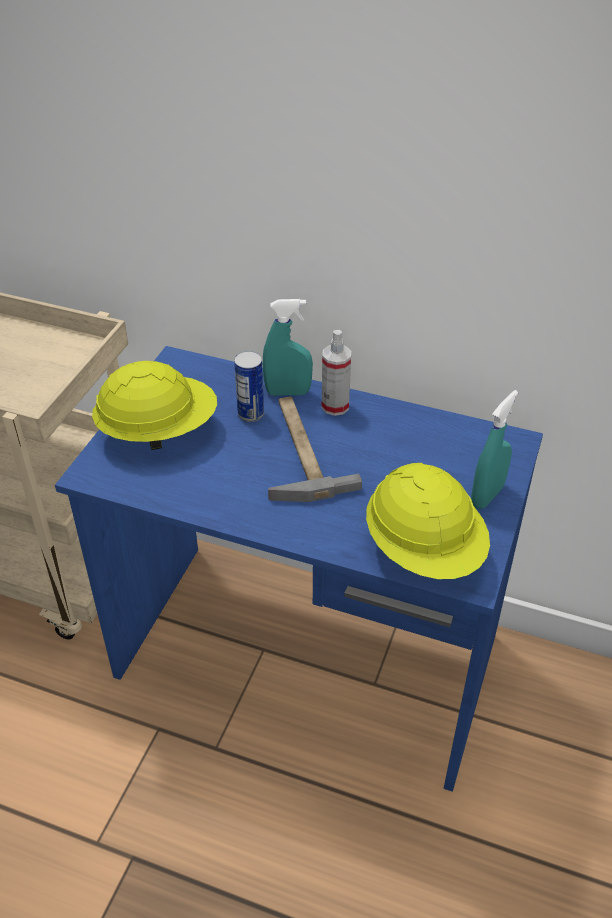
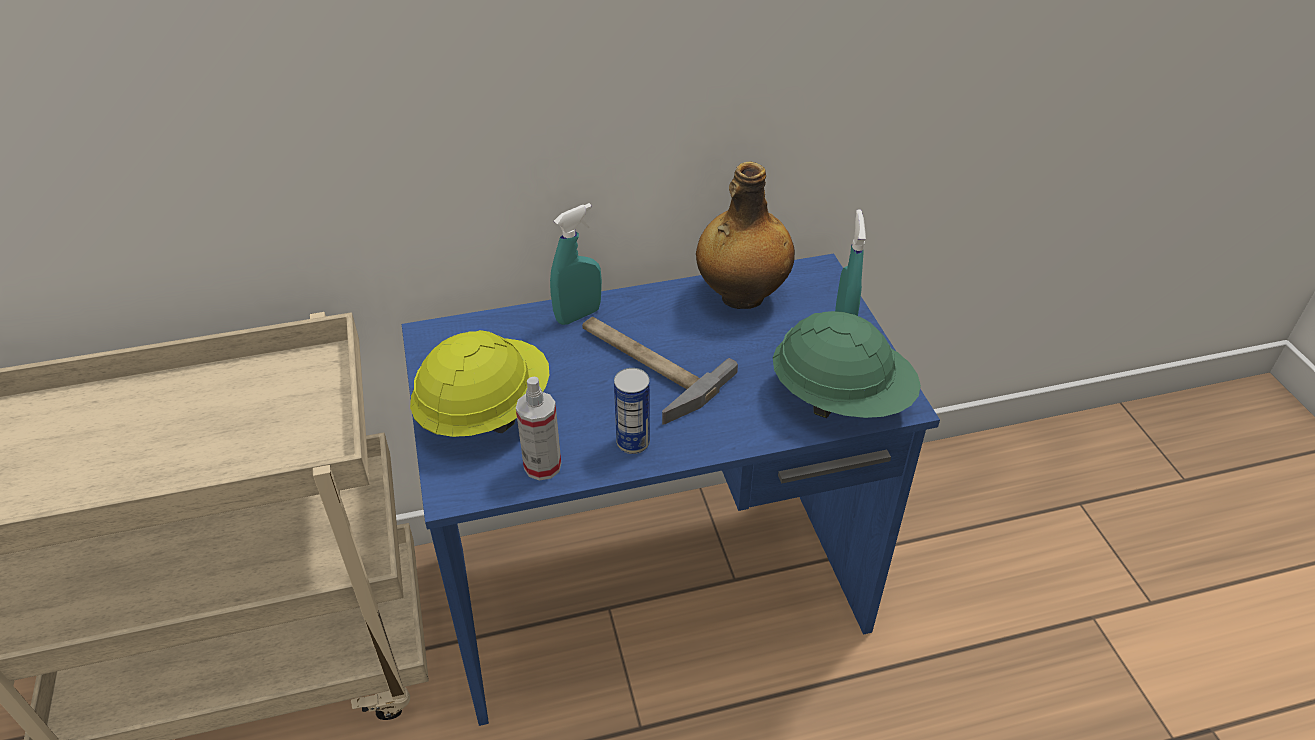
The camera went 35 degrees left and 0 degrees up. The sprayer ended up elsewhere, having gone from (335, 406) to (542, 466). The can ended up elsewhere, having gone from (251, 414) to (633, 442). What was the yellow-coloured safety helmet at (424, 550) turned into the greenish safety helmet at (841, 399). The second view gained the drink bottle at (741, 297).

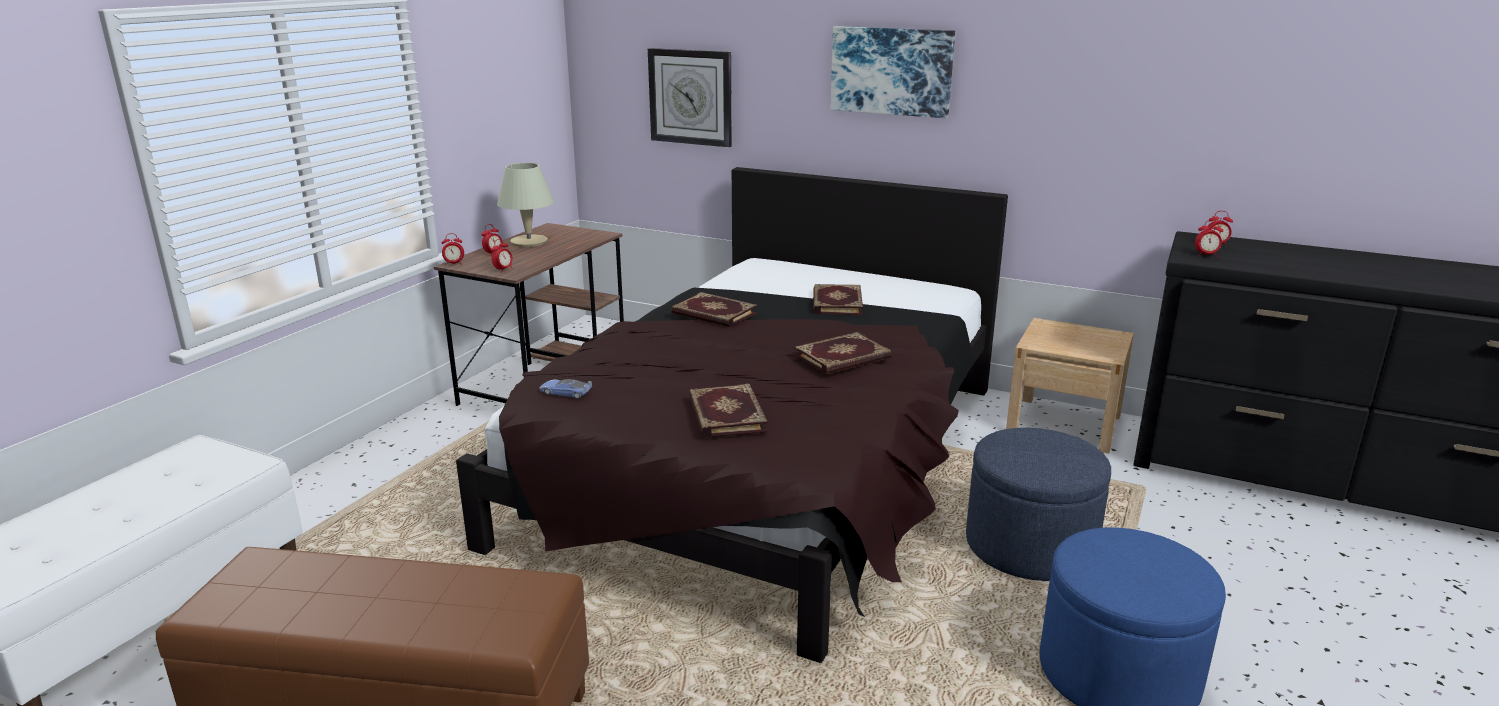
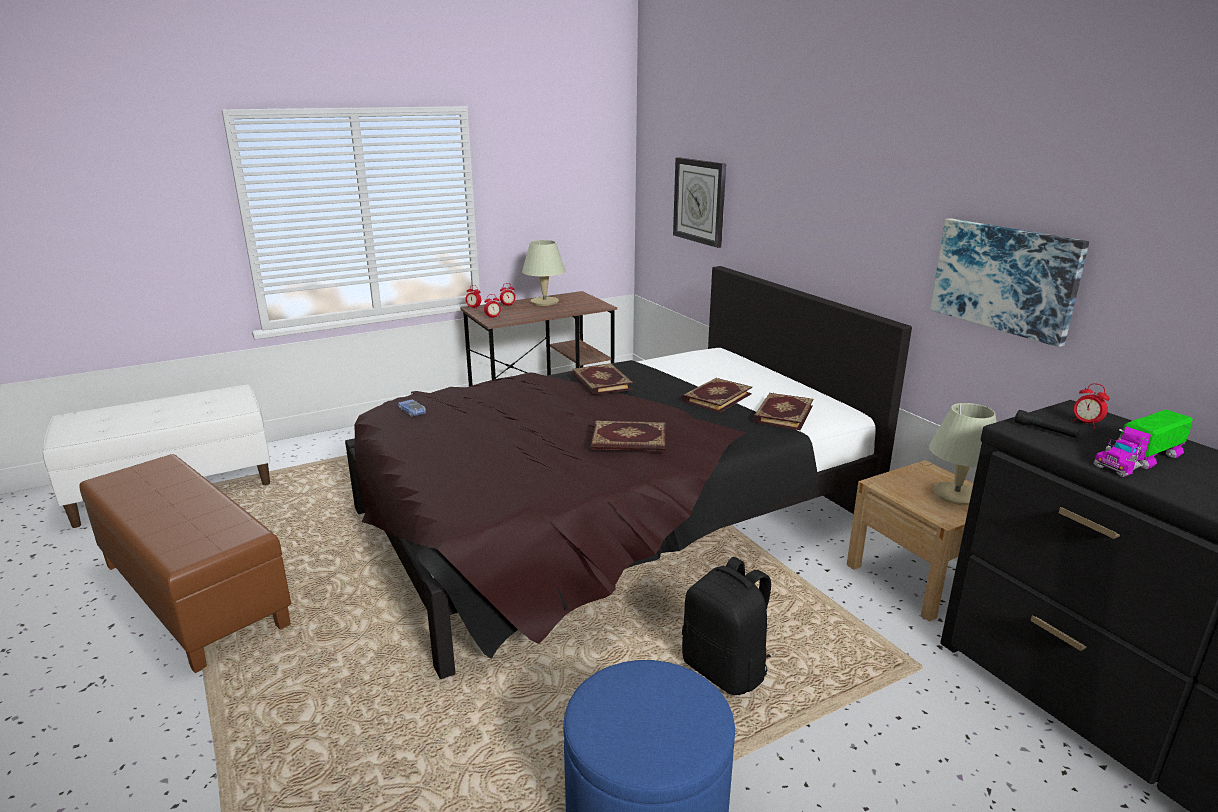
The camera went 35 degrees right and 0 degrees up. The picture ended up elsewhere, having gone from (891, 71) to (1005, 278). Where the alarm clock stood at (1206, 255), the blackish hand torch came to stand at (1045, 431). The volume ended up elsewhere, having gone from (725, 415) to (782, 414). Where the blue ottoman stood at (1030, 546), the blackish knapsack came to stand at (726, 670). The second view gained the beige lamp for a table at (955, 495). The second view gained the toy truck at (1139, 460).

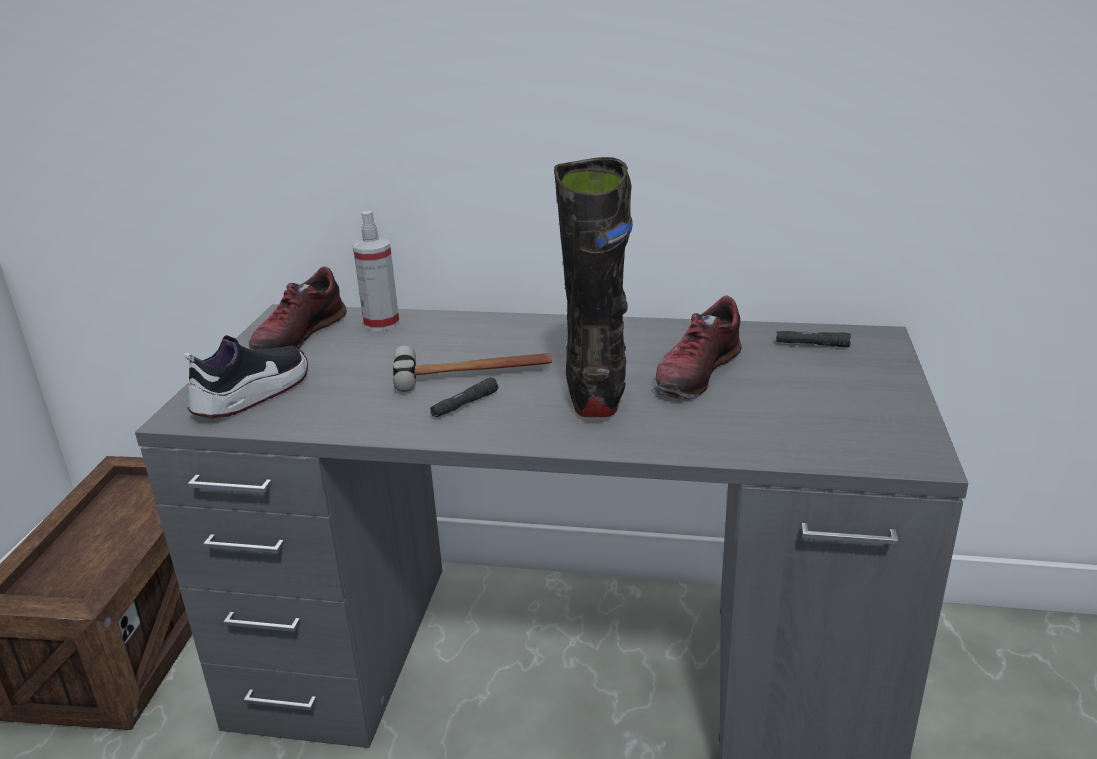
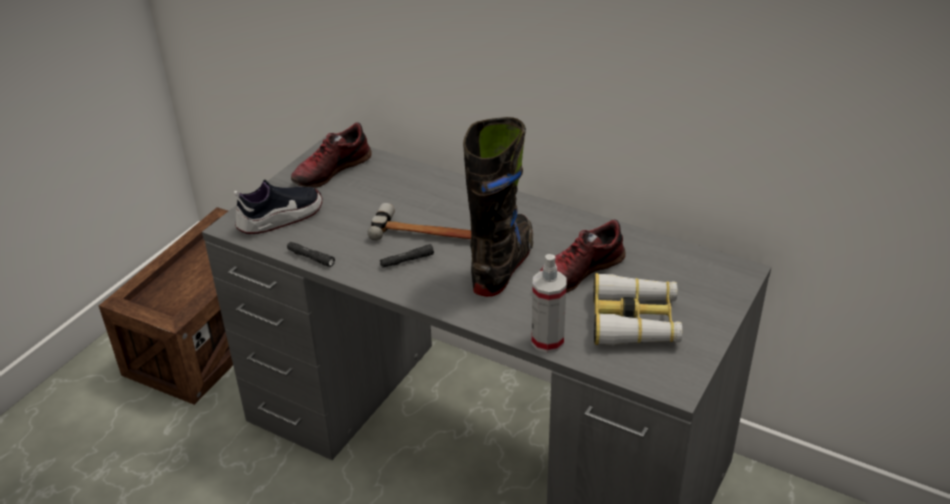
The camera went 20 degrees right and 10 degrees up. The sprayer ended up elsewhere, having gone from (381, 324) to (547, 341). The blackish hand torch ended up elsewhere, having gone from (812, 345) to (310, 258). The second view gained the binoculars at (634, 321).

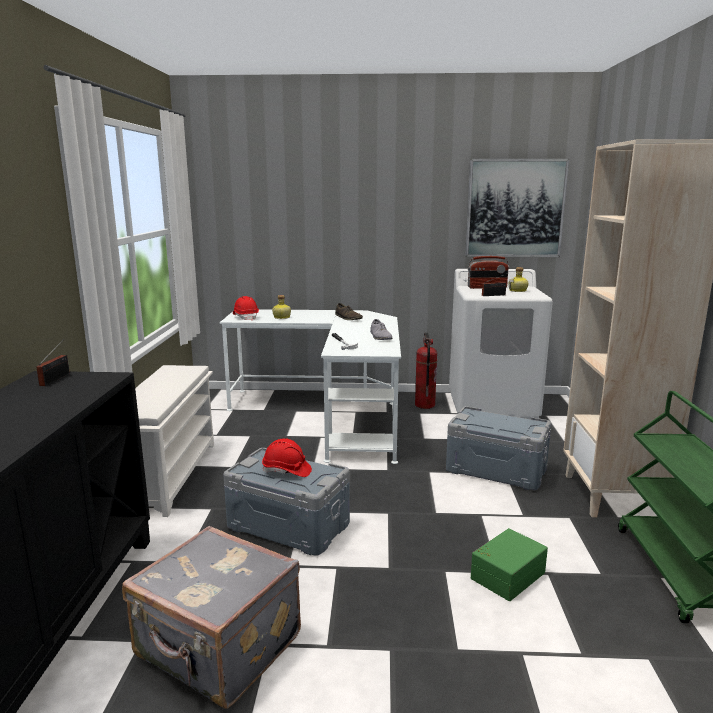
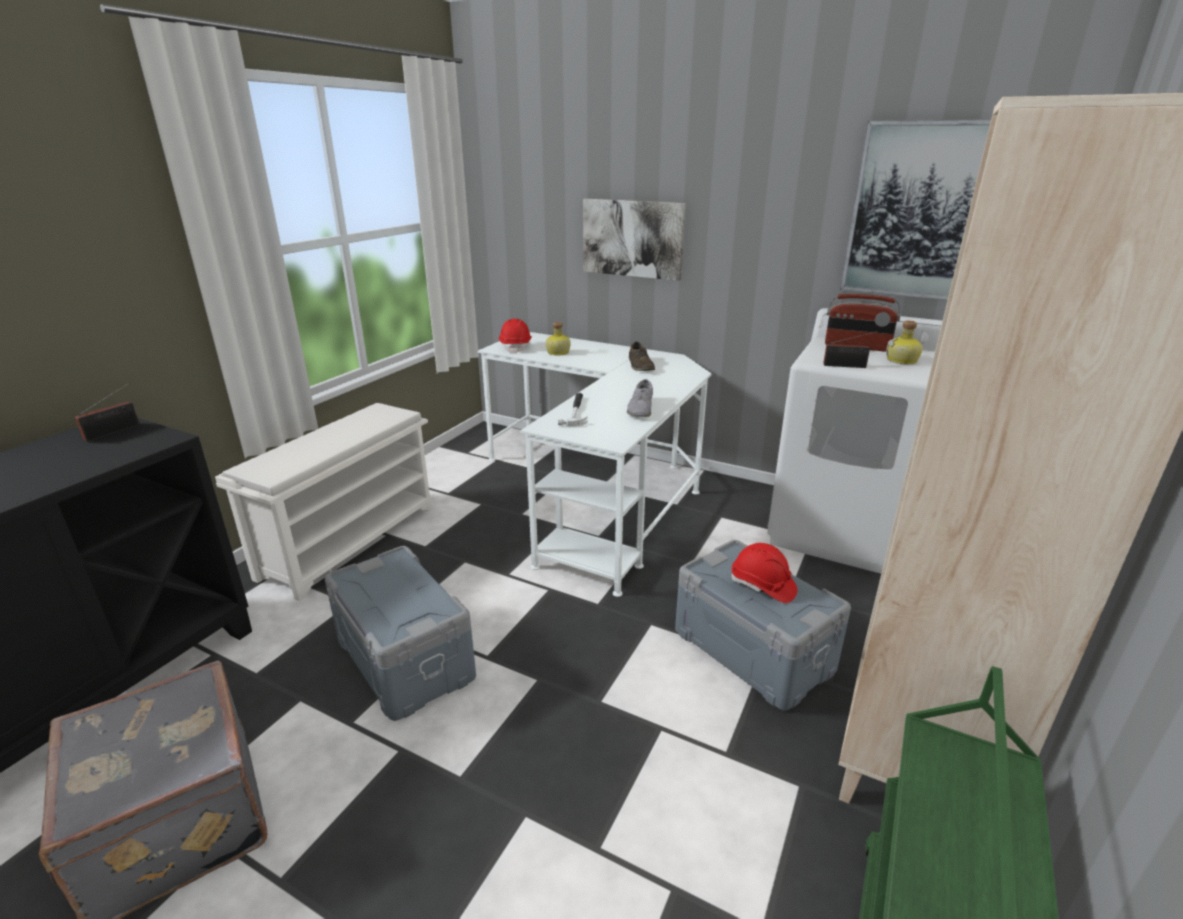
The camera went 25 degrees right and 10 degrees up. The second view lost the extinguisher at (425, 405). The reddish safety helmet ended up elsewhere, having gone from (286, 471) to (762, 586). The second view lost the greenish storage container at (506, 574). The second view gained the picture at (633, 238).

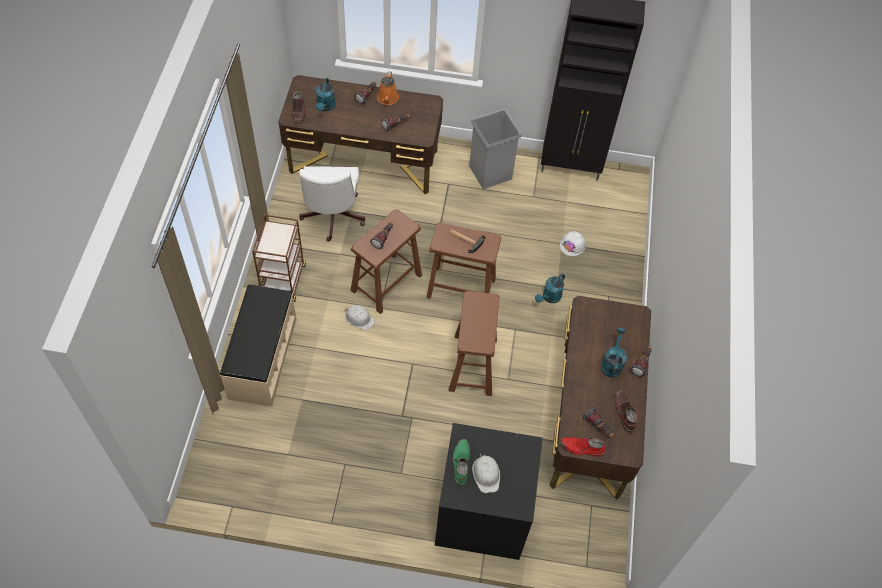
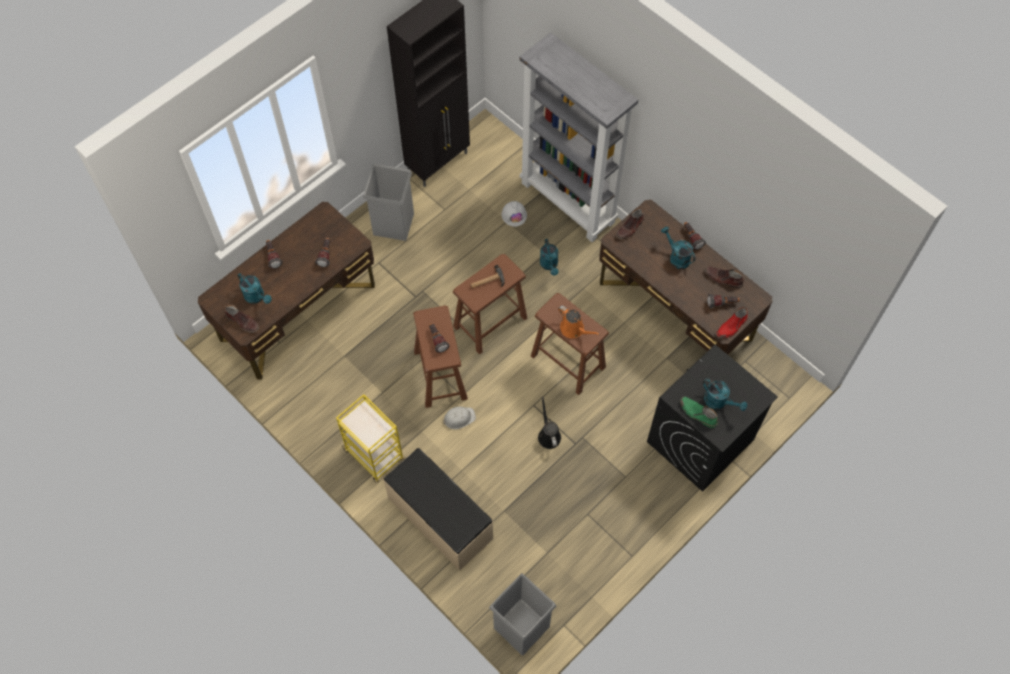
The camera went 50 degrees left and 5 degrees up. The orangey sprinkling can ended up elsewhere, having gone from (387, 99) to (574, 329). The second view lost the whitish desk chair at (332, 218). What was the brown-coloured cart at (283, 282) turned into the yellow-coloured cart at (374, 455). Where the whitish safety helmet stood at (486, 474), the turquoise sprinkling can came to stand at (719, 402). The second view gained the gray shelving unit at (569, 203). The second view gained the brown-coloured tall boot at (630, 228). The second view gained the blackish sprinkling can at (548, 435). The second view gained the gray waste bin at (522, 626).

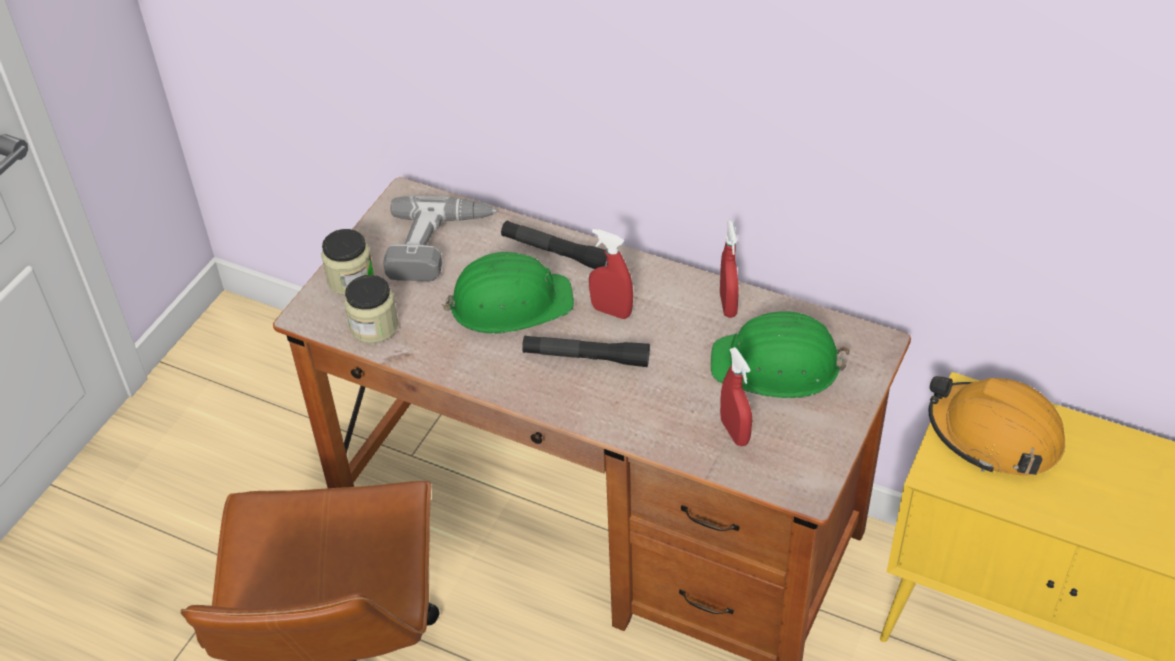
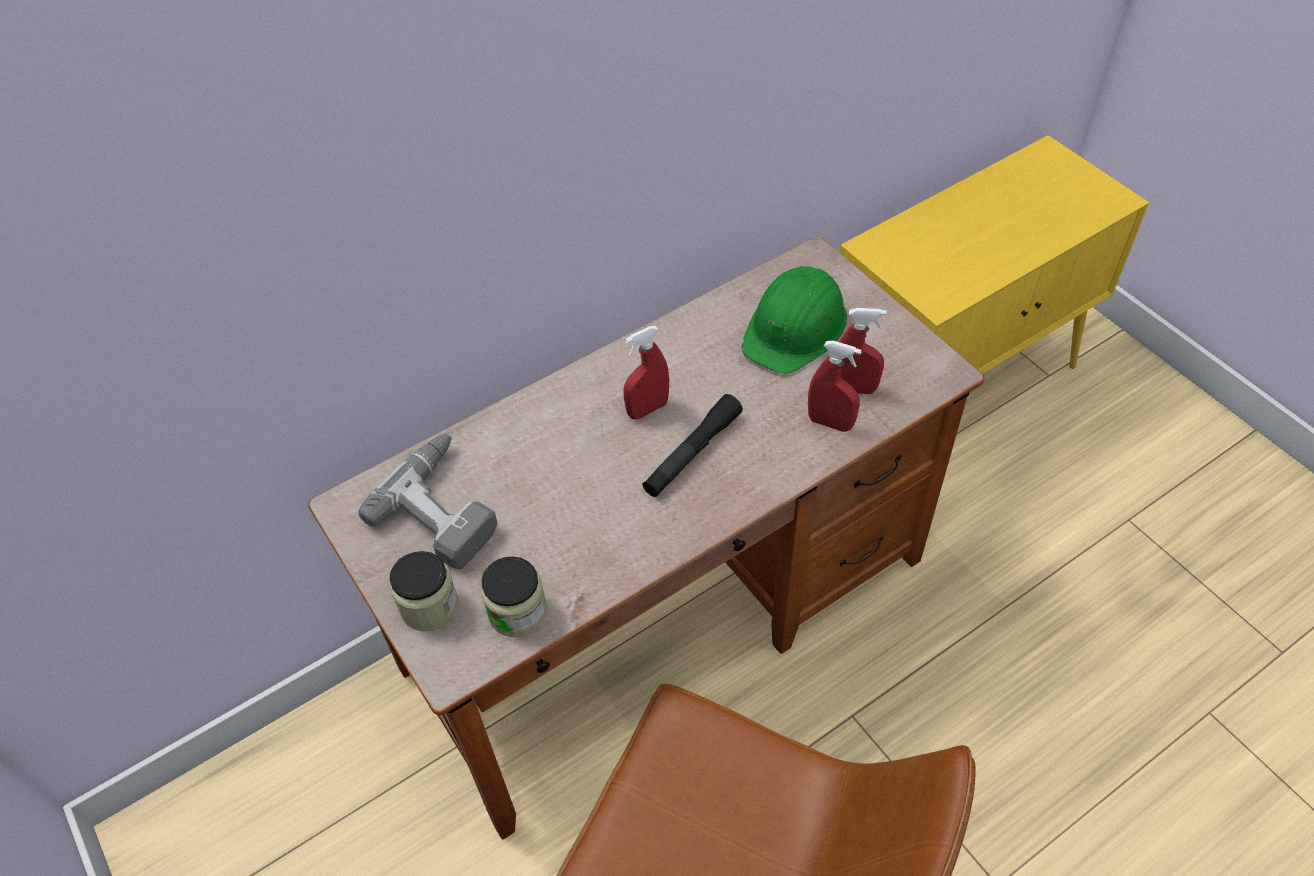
The camera went 60 degrees left and 5 degrees up. The second view lost the blackish hand torch at (556, 253). The reddish sprayer ended up elsewhere, having gone from (728, 305) to (830, 423). The second view lost the greenish safety helmet at (510, 303). The second view lost the orangey safety helmet at (994, 435).

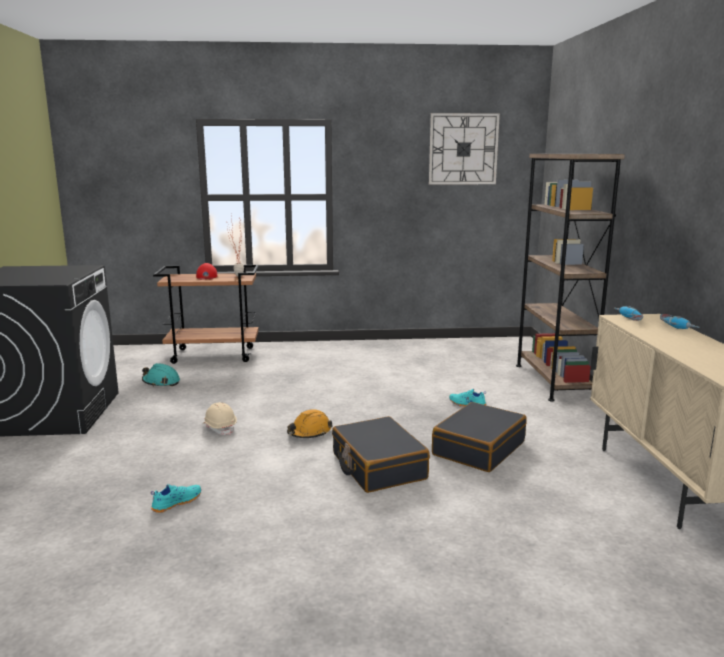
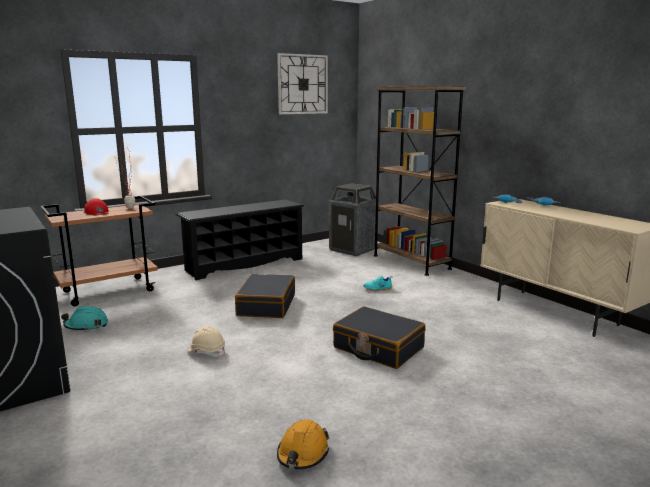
The camera went 30 degrees left and 0 degrees up. The blackish suitcase ended up elsewhere, having gone from (478, 448) to (266, 305). The orangey safety helmet ended up elsewhere, having gone from (309, 433) to (303, 453). The second view lost the turquoise shoe at (176, 503). The second view gained the waste bin at (353, 249). The second view gained the blackish shoe shelf at (244, 264).

